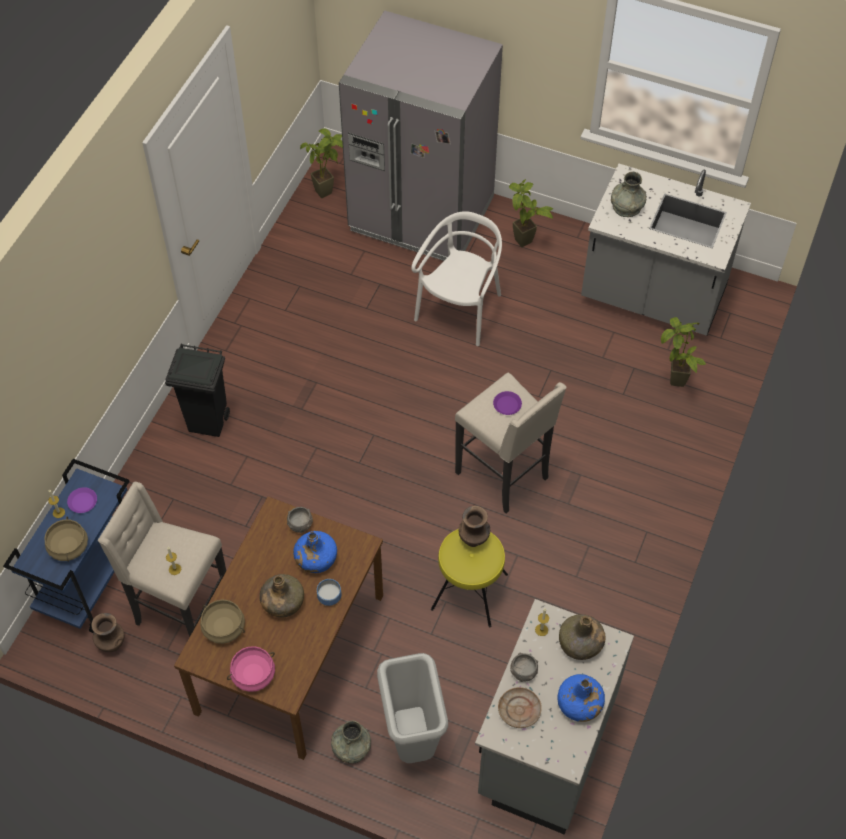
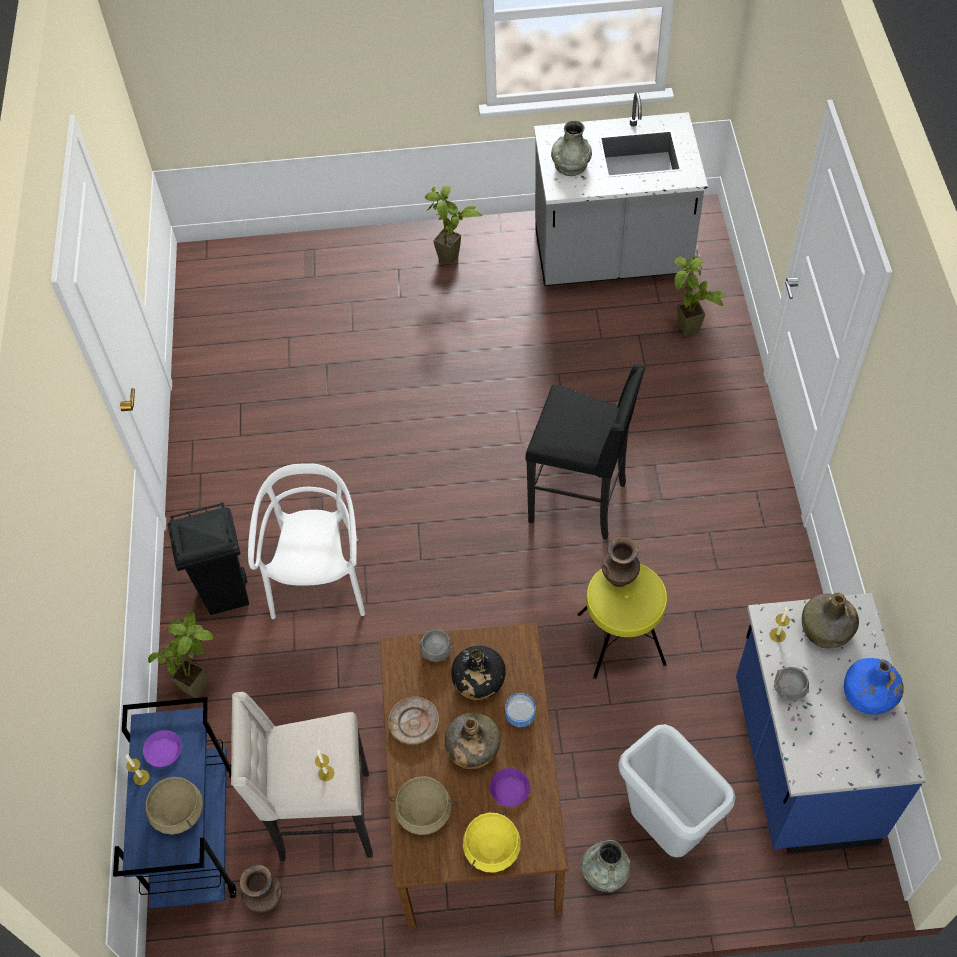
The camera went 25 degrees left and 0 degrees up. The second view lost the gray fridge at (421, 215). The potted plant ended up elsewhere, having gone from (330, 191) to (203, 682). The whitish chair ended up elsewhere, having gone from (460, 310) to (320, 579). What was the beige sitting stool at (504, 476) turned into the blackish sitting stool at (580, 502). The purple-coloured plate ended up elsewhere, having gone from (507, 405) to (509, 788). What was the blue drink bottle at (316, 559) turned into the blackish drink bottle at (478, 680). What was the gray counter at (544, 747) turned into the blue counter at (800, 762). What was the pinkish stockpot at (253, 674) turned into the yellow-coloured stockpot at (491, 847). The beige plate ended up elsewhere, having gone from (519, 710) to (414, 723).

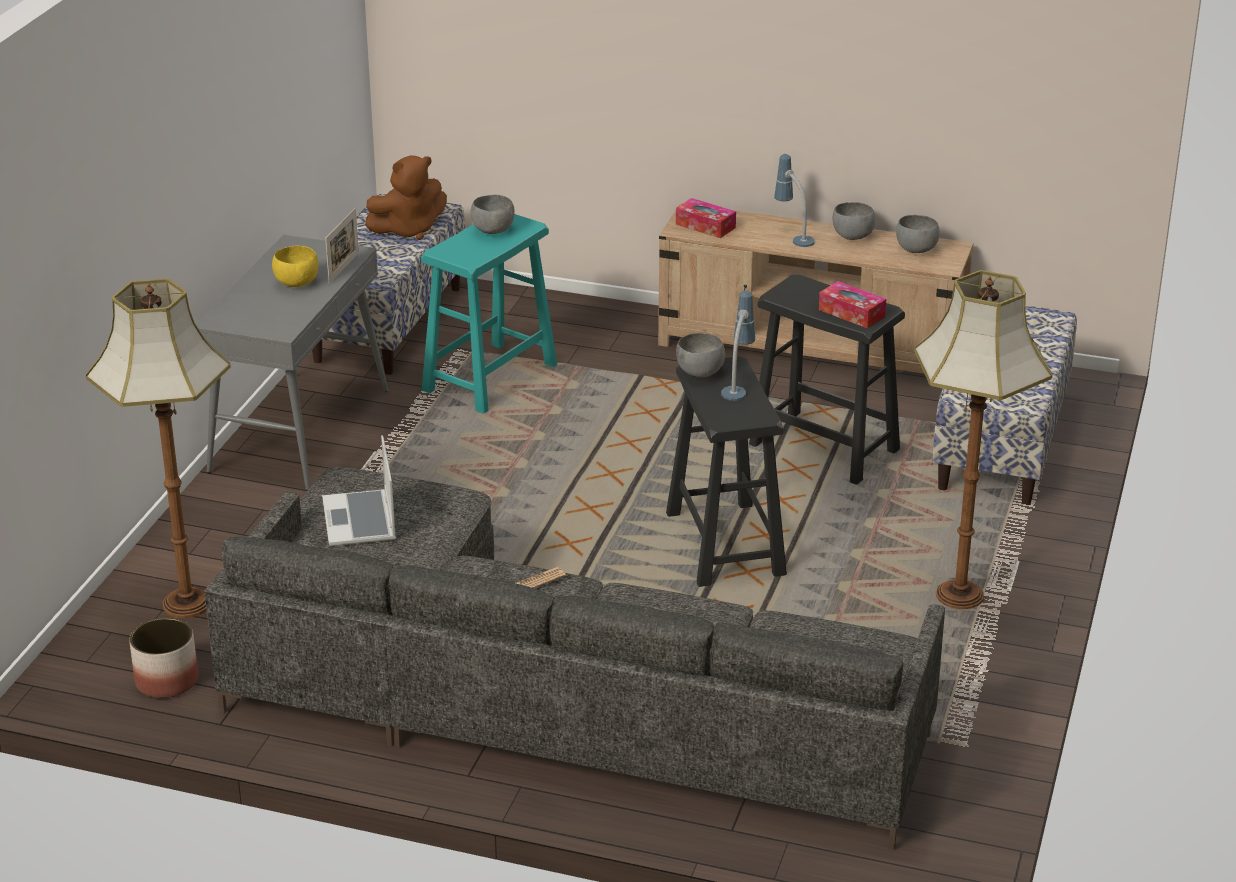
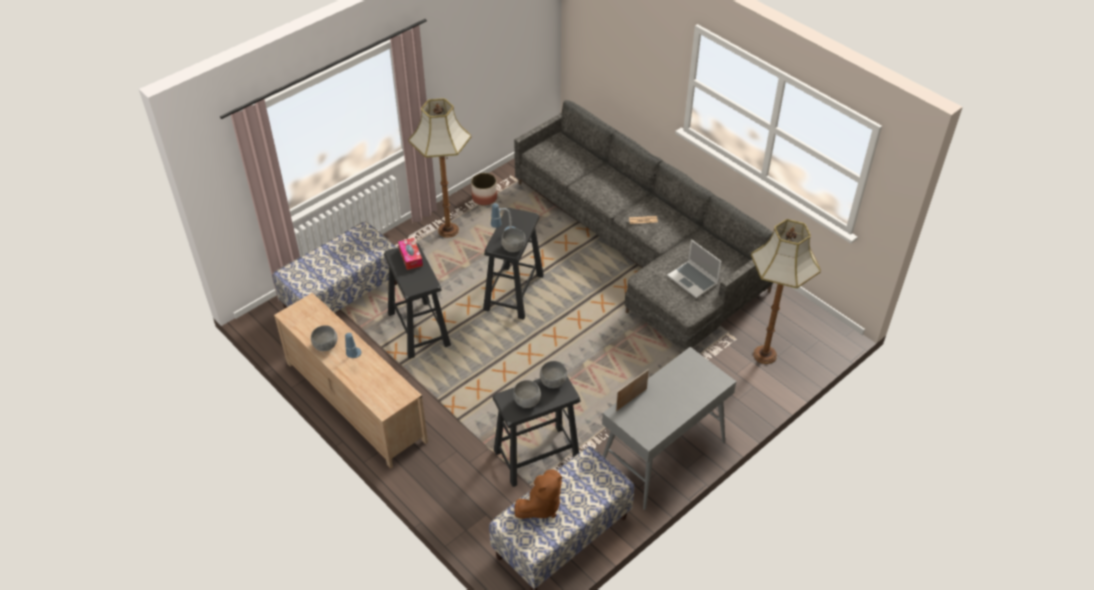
The camera went 150 degrees left and 15 degrees up. The brown-coloured soft toy at (409, 230) ended up facing another way, 135 degrees clockwise from before. The second view lost the box of tissues at (705, 226). What was the turquoise sitting stool at (490, 377) turned into the blackish sitting stool at (536, 456). The gray bowl ended up elsewhere, having gone from (915, 250) to (553, 382). The second view lost the yellow-coloured bowl at (296, 283). The portable computer at (361, 521) ended up facing another way, 120 degrees clockwise from before. The plant pot ended up elsewhere, having gone from (166, 681) to (484, 198).

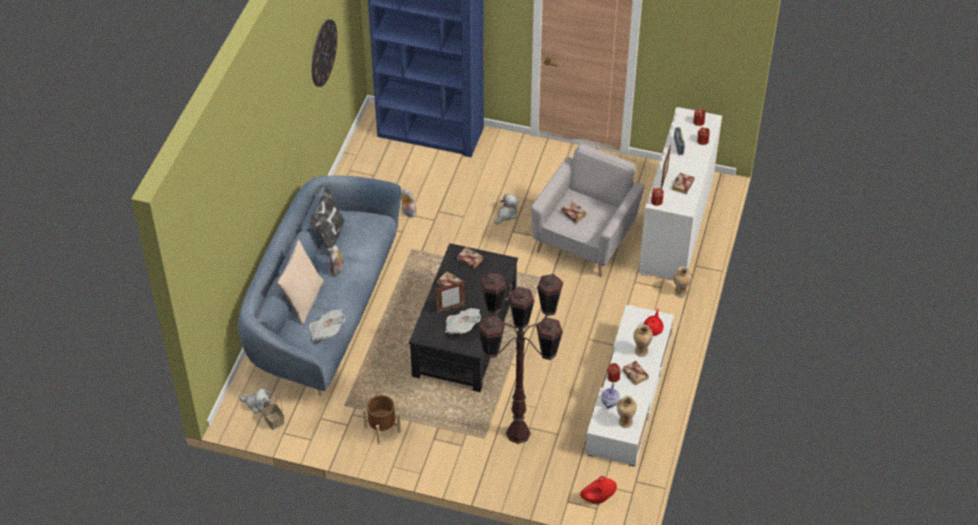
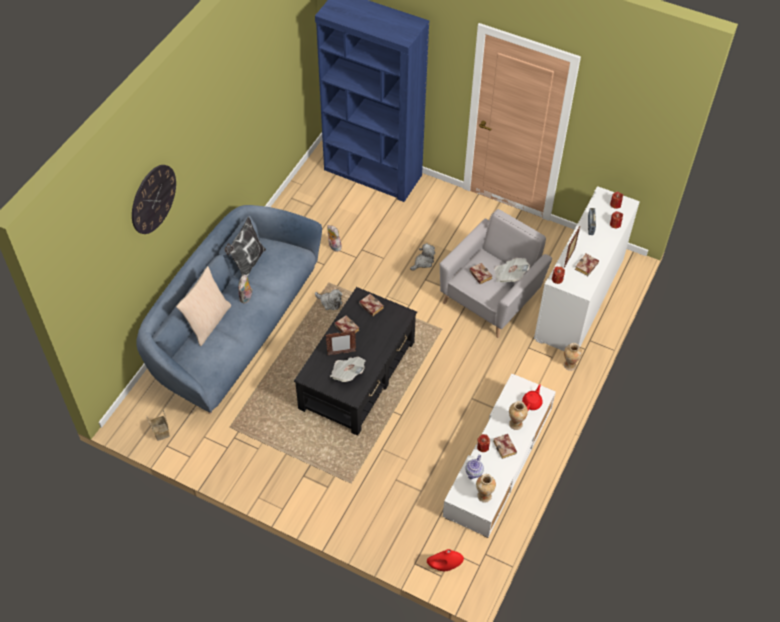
The camera went 10 degrees right and 5 degrees up. The wall clock ended up elsewhere, having gone from (323, 53) to (153, 199). The second view lost the brown-coloured standing lamp at (519, 433). The newspaper ended up elsewhere, having gone from (326, 331) to (509, 275). The soft toy ended up elsewhere, having gone from (257, 404) to (330, 302). The second view lost the brown-coloured plant pot at (382, 429).

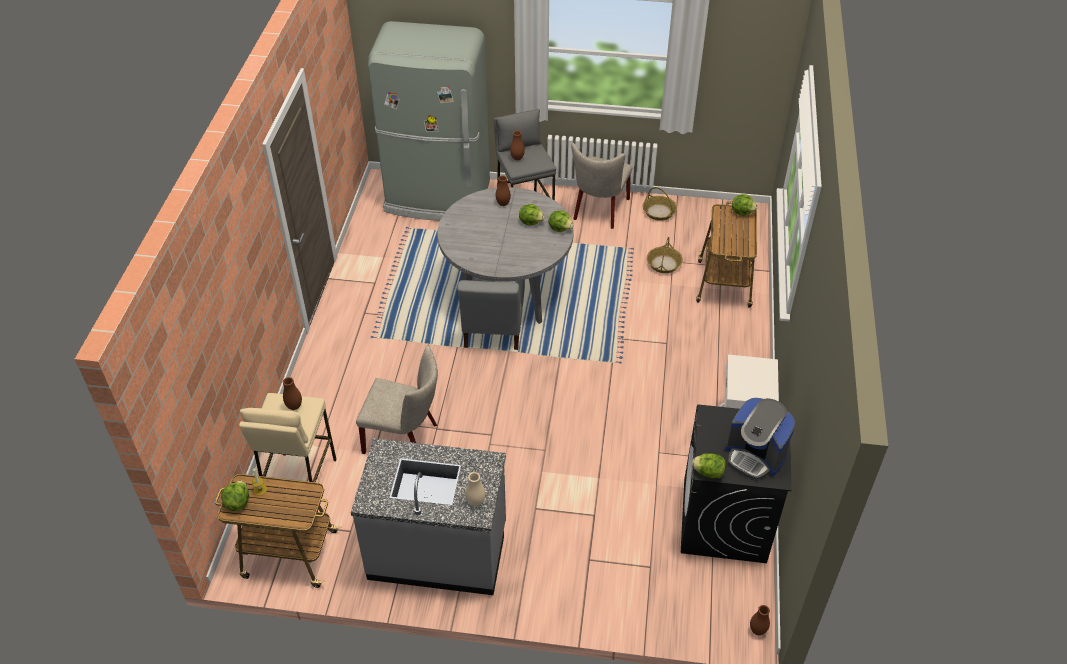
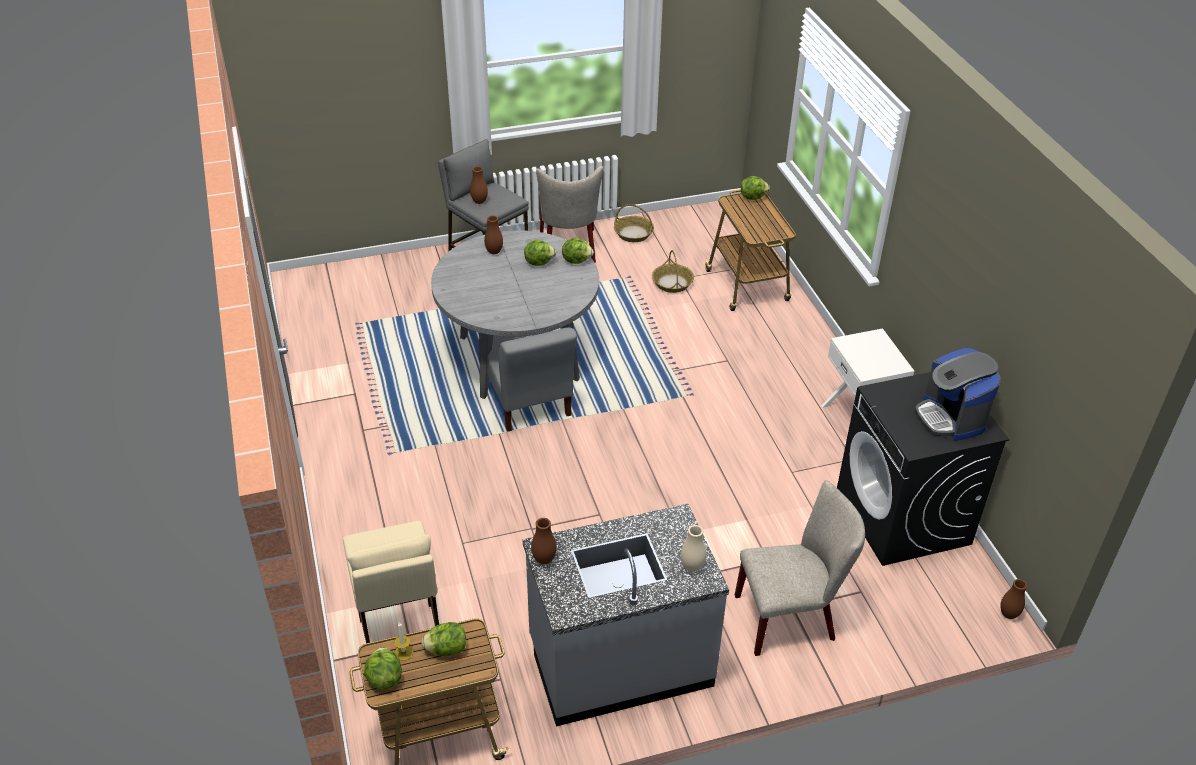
The camera went 25 degrees left and 5 degrees down. The second view lost the gray fridge at (438, 197). The beige chair ended up elsewhere, having gone from (405, 438) to (791, 617). The brown-coloured flower vase ended up elsewhere, having gone from (294, 406) to (544, 559). The coffee brewer at (755, 455) ended up facing another way, 60 degrees clockwise from before. The lettuce head ended up elsewhere, having gone from (708, 472) to (446, 649).

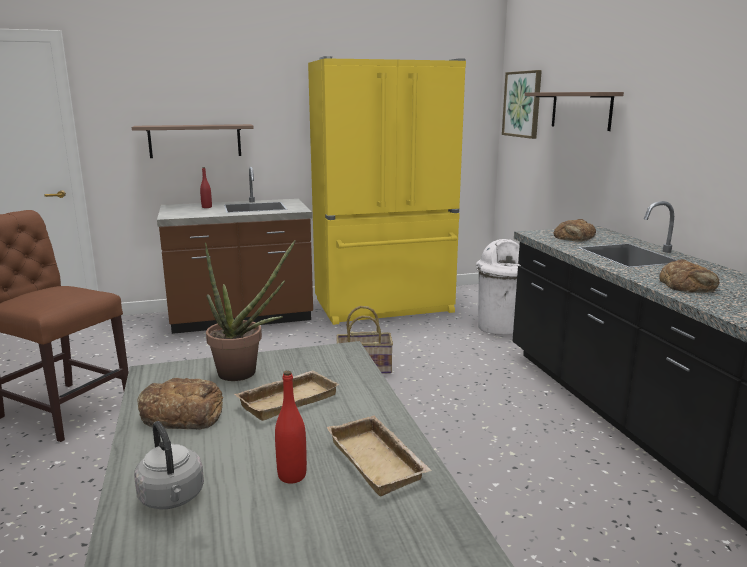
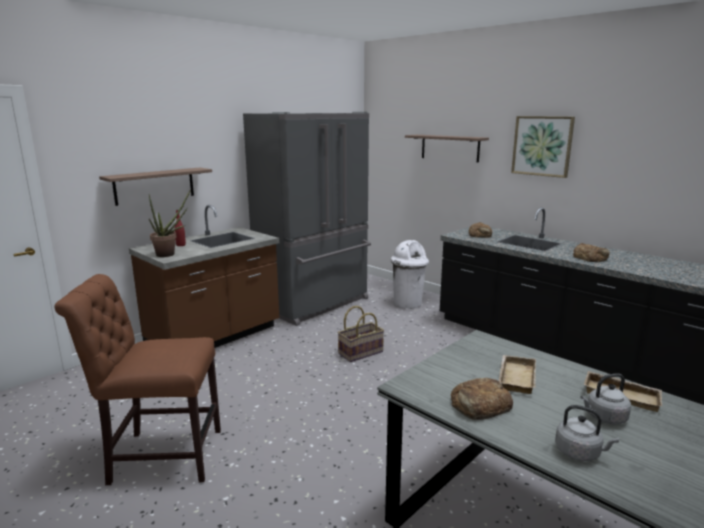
The camera went 30 degrees left and 0 degrees up. What was the yellow-coloured fridge at (385, 307) turned into the gray fridge at (315, 304). The picture ended up elsewhere, having gone from (522, 104) to (542, 146). The potted plant ended up elsewhere, having gone from (245, 373) to (169, 254). Where the reddish drink bottle stood at (292, 476), the gray kettle came to stand at (604, 417).

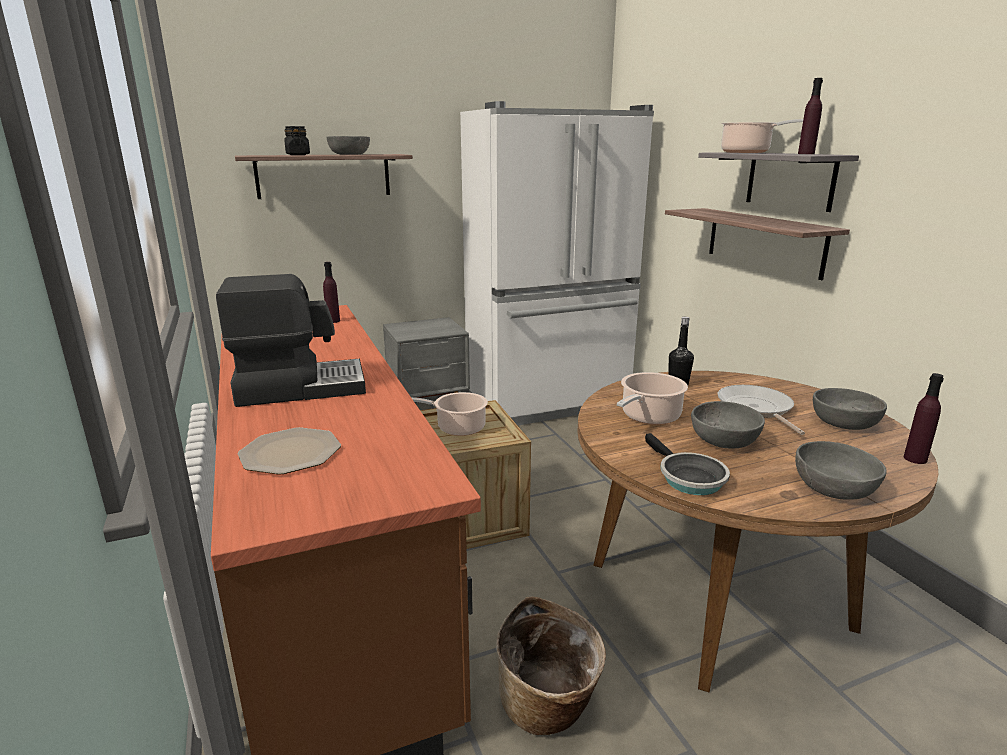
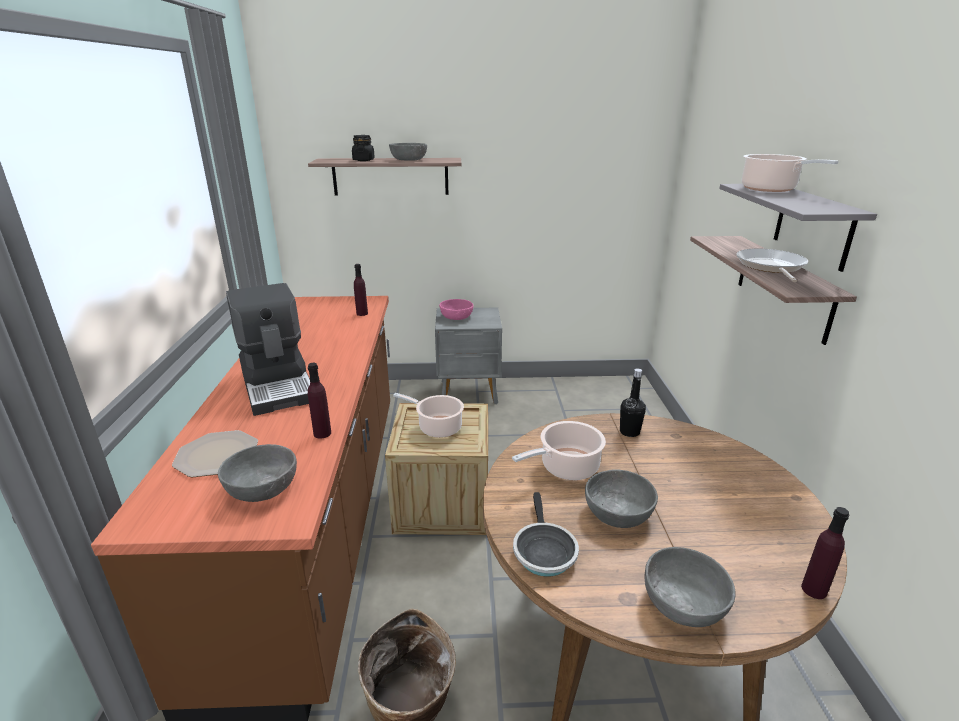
The camera went 20 degrees right and 5 degrees up. The purple-coloured drink bottle ended up elsewhere, having gone from (806, 154) to (322, 433). The second view lost the whitish fridge at (549, 403). The coffee brewer at (300, 387) ended up facing another way, 60 degrees clockwise from before. The pan ended up elsewhere, having gone from (756, 409) to (770, 267). The gray bowl ended up elsewhere, having gone from (843, 422) to (262, 487). The second view gained the pinkish bowl at (456, 317).

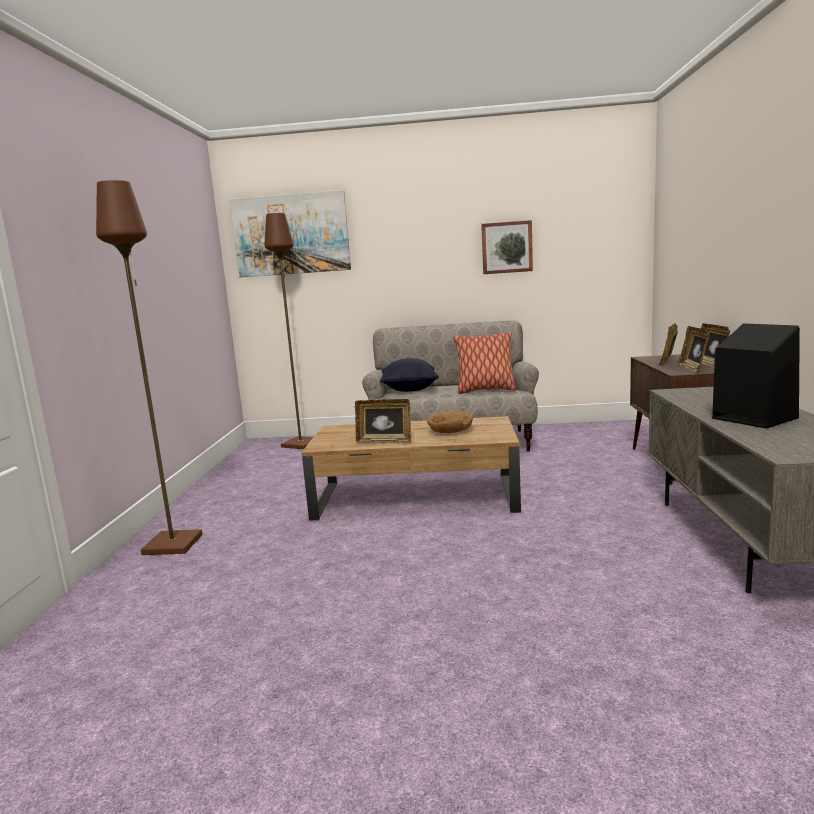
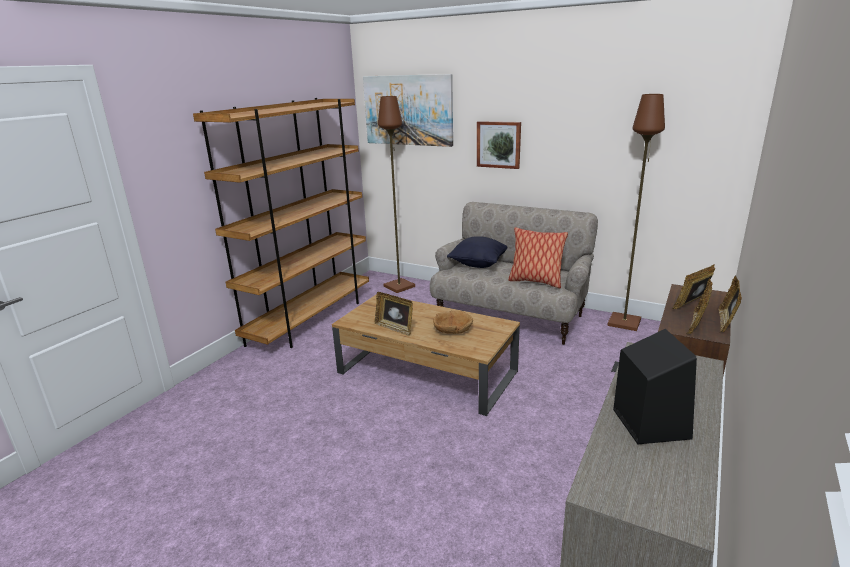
The camera went 25 degrees right and 10 degrees up. The brown-coloured standing lamp ended up elsewhere, having gone from (174, 544) to (624, 322). The picture ended up elsewhere, having gone from (506, 247) to (499, 144). The second view gained the brown-coloured shelving unit at (311, 319).

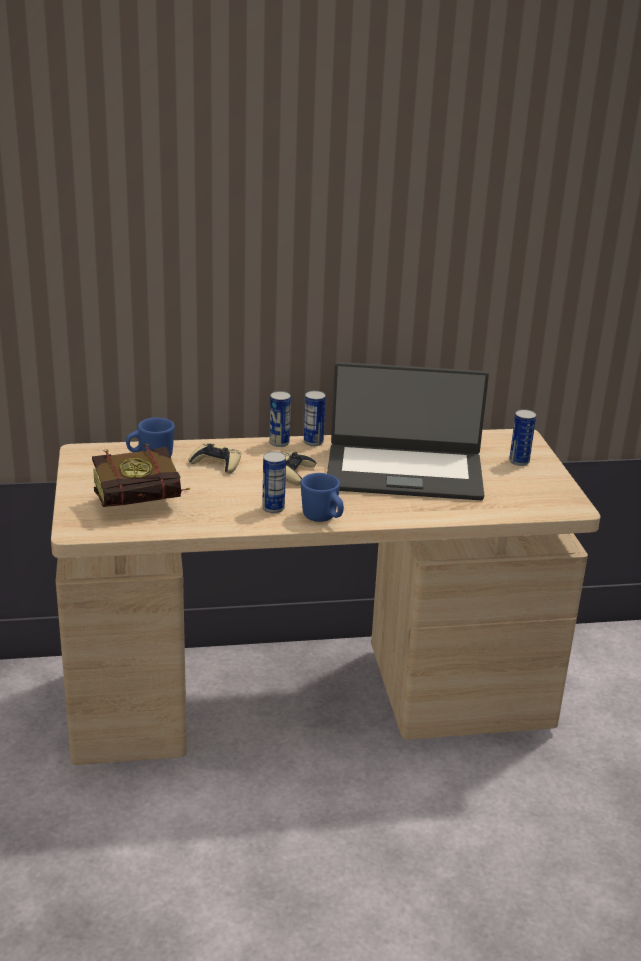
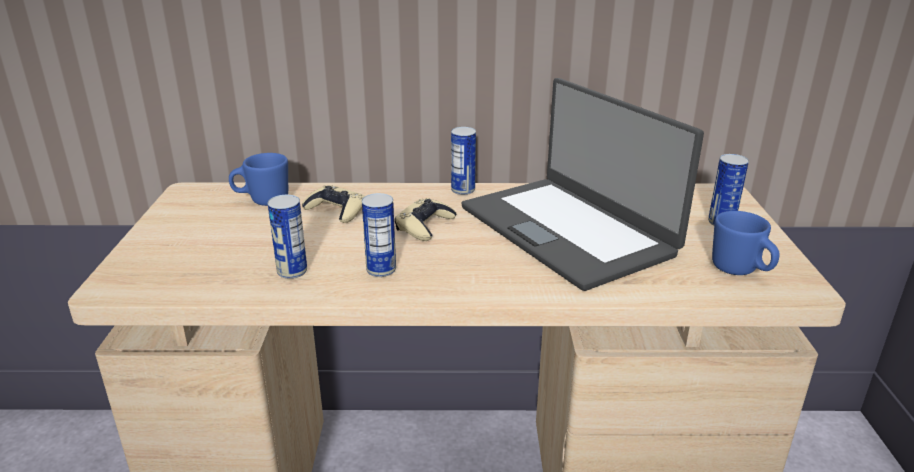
The camera went 10 degrees right and 0 degrees up. The portable computer at (404, 472) ended up facing another way, 45 degrees clockwise from before. The can ended up elsewhere, having gone from (279, 443) to (292, 271). The second view lost the volume at (147, 503). The blue coffee mug ended up elsewhere, having gone from (323, 518) to (740, 271).

